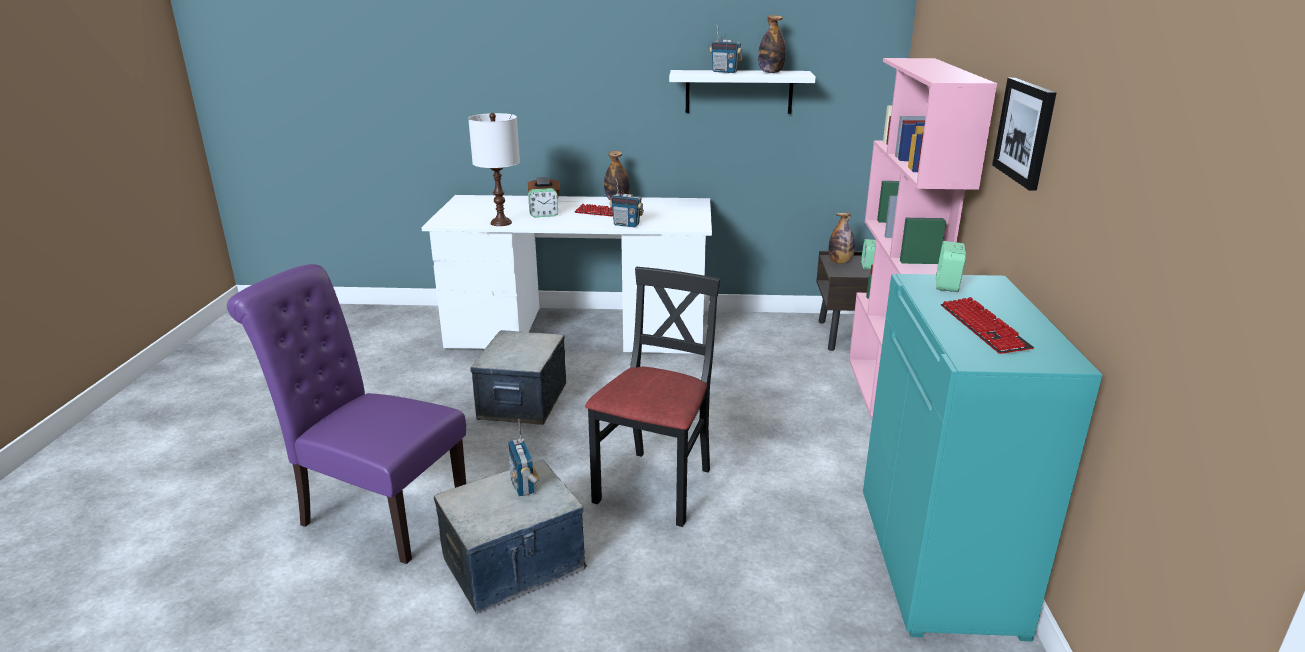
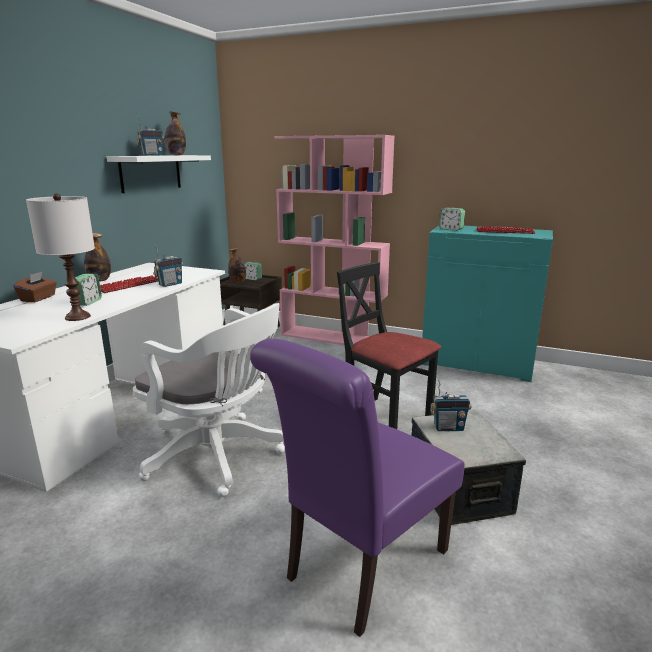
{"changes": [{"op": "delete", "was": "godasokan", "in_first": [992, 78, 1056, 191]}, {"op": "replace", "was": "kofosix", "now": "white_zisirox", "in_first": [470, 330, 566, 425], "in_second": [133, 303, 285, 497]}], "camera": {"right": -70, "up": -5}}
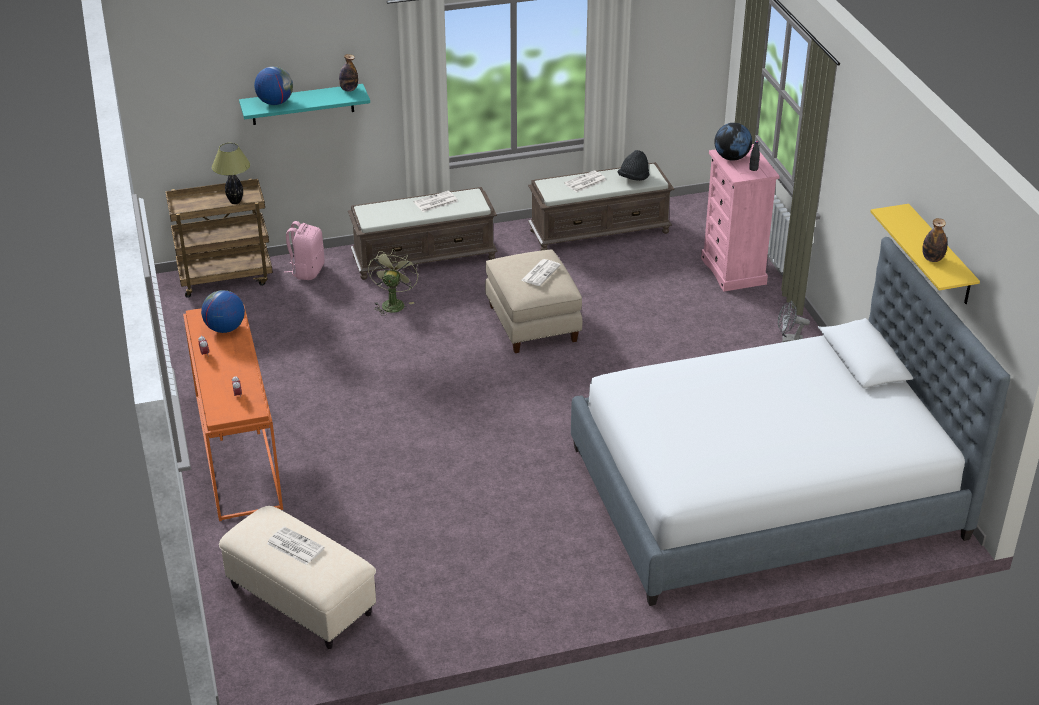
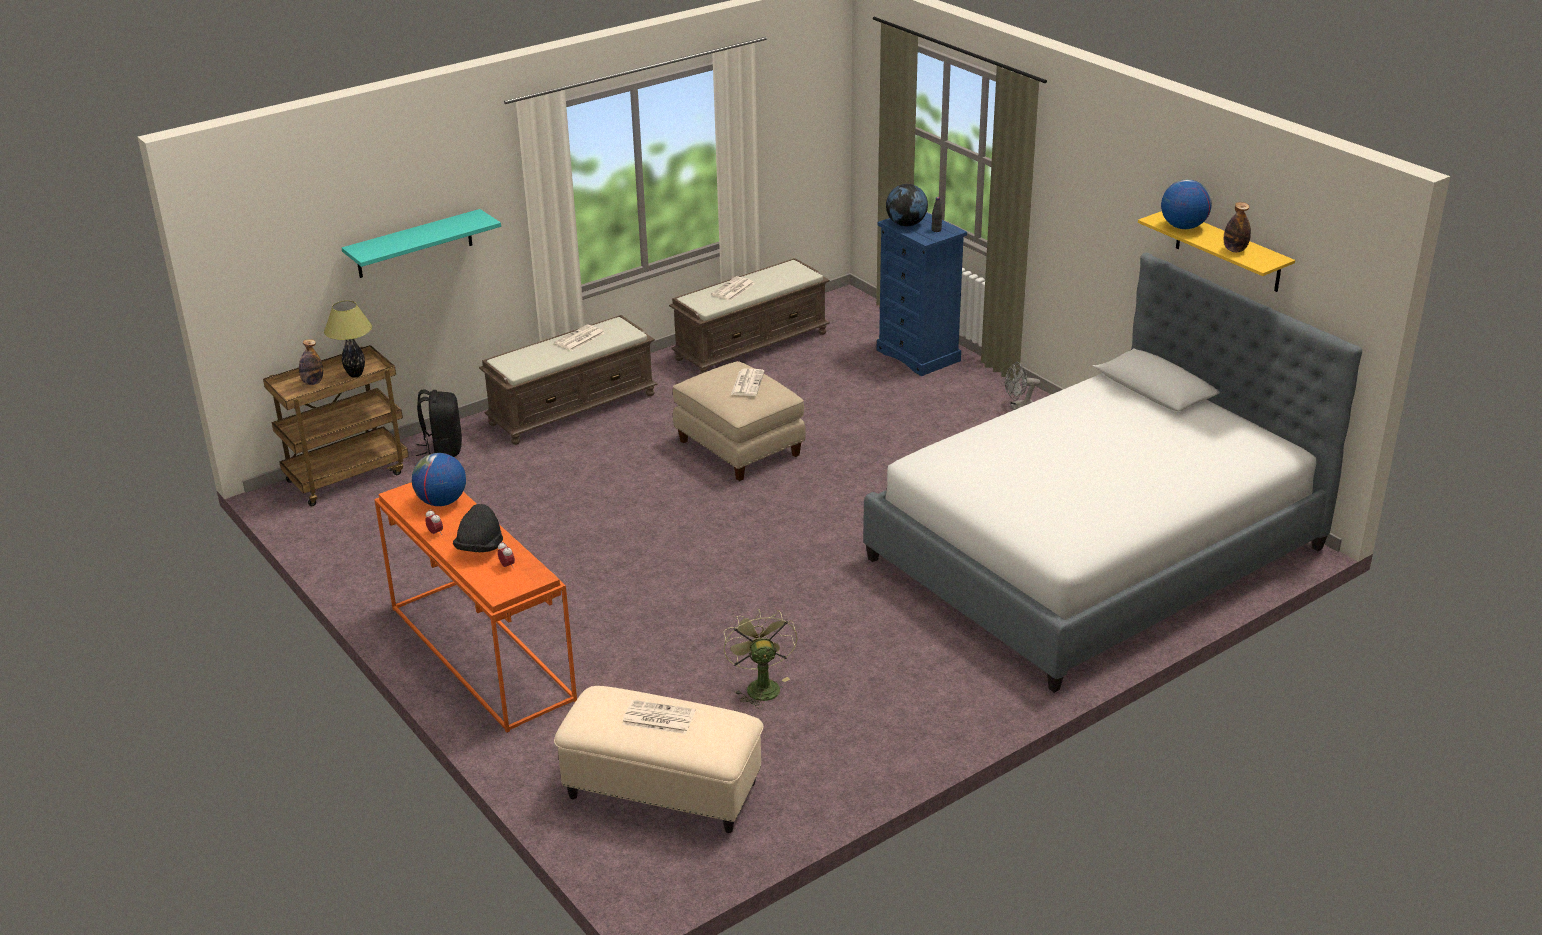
{"changes": [{"op": "move", "was": "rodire", "in_first": [339, 54, 358, 92], "in_second": [299, 339, 323, 385]}, {"op": "move", "was": "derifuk", "in_first": [254, 66, 293, 105], "in_second": [1161, 179, 1212, 229]}, {"op": "recolor", "was": "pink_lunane", "now": "blue_lunane", "in_first": [701, 144, 780, 291], "in_second": [877, 213, 967, 376]}, {"op": "move", "was": "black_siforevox", "in_first": [618, 150, 649, 181], "in_second": [453, 504, 503, 552]}, {"op": "recolor", "was": "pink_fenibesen", "now": "black_fenibesen", "in_first": [284, 221, 325, 280], "in_second": [416, 389, 462, 457]}, {"op": "move", "was": "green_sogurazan", "in_first": [368, 250, 419, 316], "in_second": [723, 609, 798, 708]}], "camera": {"right": -20, "up": -5}}
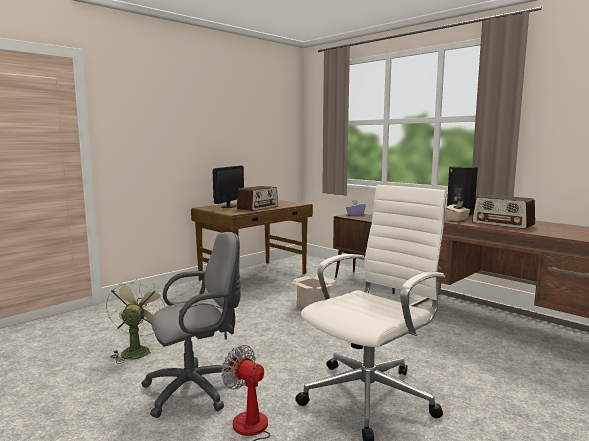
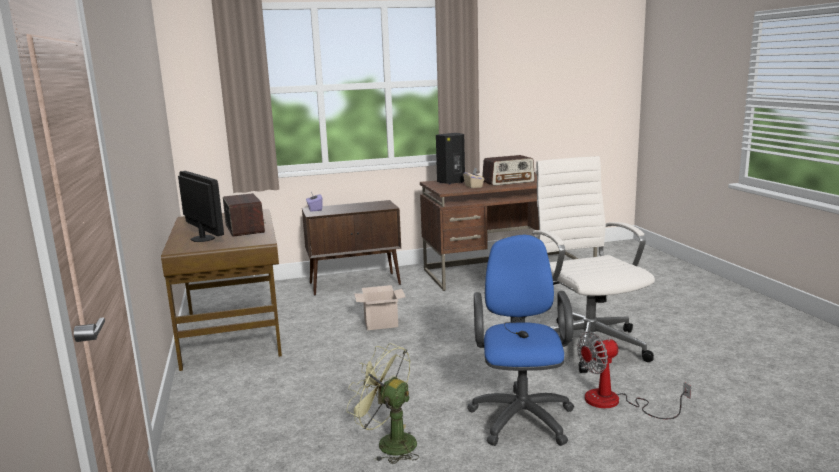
{"changes": [{"op": "recolor", "was": "grey_zisirox", "now": "blue_zisirox", "in_first": [141, 232, 241, 418], "in_second": [467, 235, 574, 446]}], "camera": {"right": -60, "up": 5}}
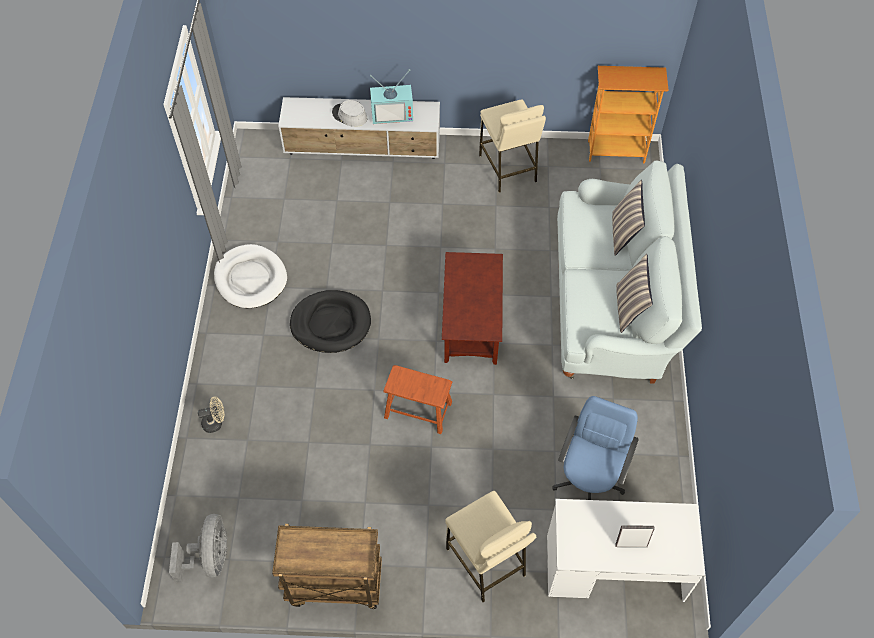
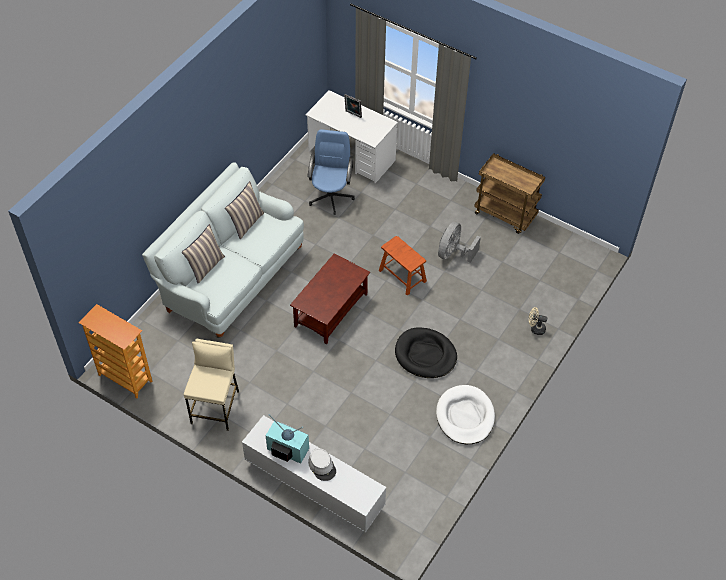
{"changes": [{"op": "rotate", "was": "blue_zisirox", "in_first": [552, 396, 639, 500], "in_second": [307, 129, 355, 215], "clockwise": 135}, {"op": "delete", "was": "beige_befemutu", "in_first": [445, 491, 536, 602]}, {"op": "move", "was": "grey_sogurazan", "in_first": [169, 514, 227, 583], "in_second": [438, 222, 481, 263]}], "camera": {"right": -150, "up": -5}}
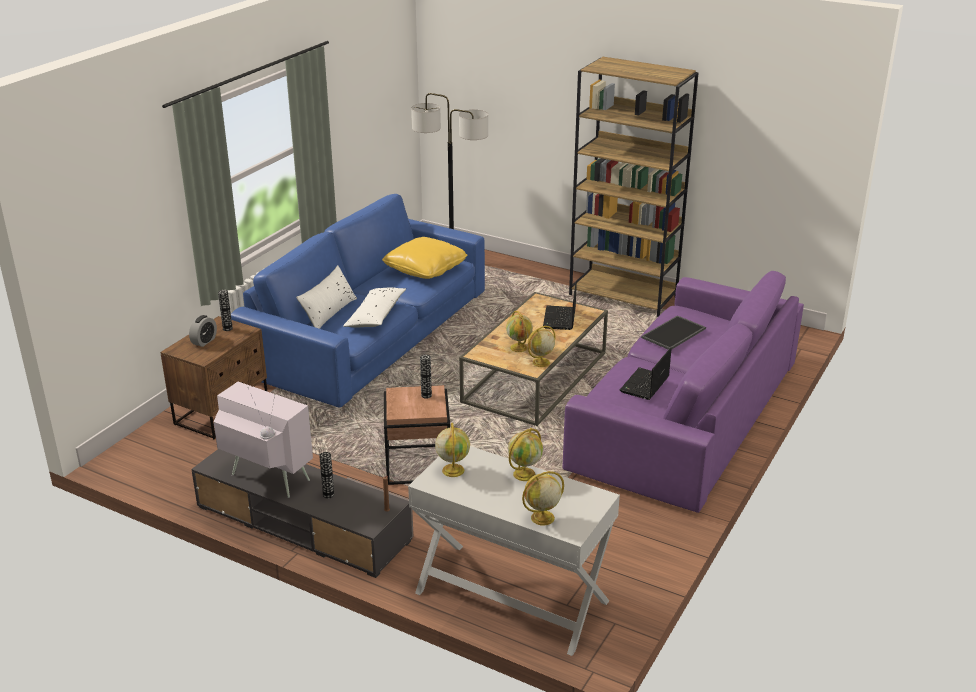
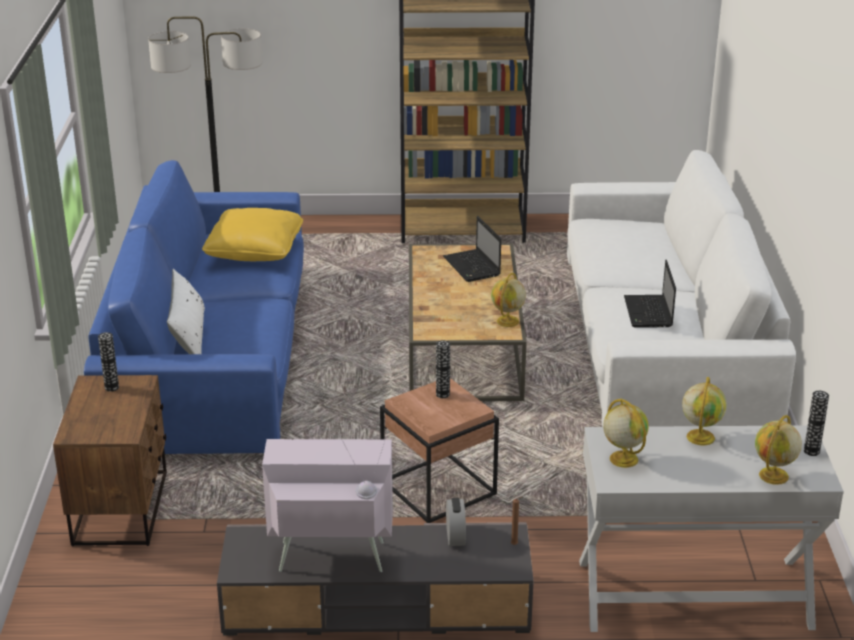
{"changes": [{"op": "recolor", "was": "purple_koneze", "now": "white_koneze", "in_first": [562, 271, 804, 513], "in_second": [567, 150, 796, 427]}, {"op": "delete", "was": "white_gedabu", "in_first": [343, 287, 406, 328]}, {"op": "delete", "was": "derifuk", "in_first": [506, 311, 533, 352]}, {"op": "move", "was": "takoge", "in_first": [189, 315, 217, 347], "in_second": [446, 498, 466, 546]}, {"op": "delete", "was": "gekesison", "in_first": [641, 315, 706, 350]}, {"op": "move", "was": "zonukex", "in_first": [319, 452, 334, 499], "in_second": [804, 391, 829, 456]}], "camera": {"right": -30, "up": 0}}
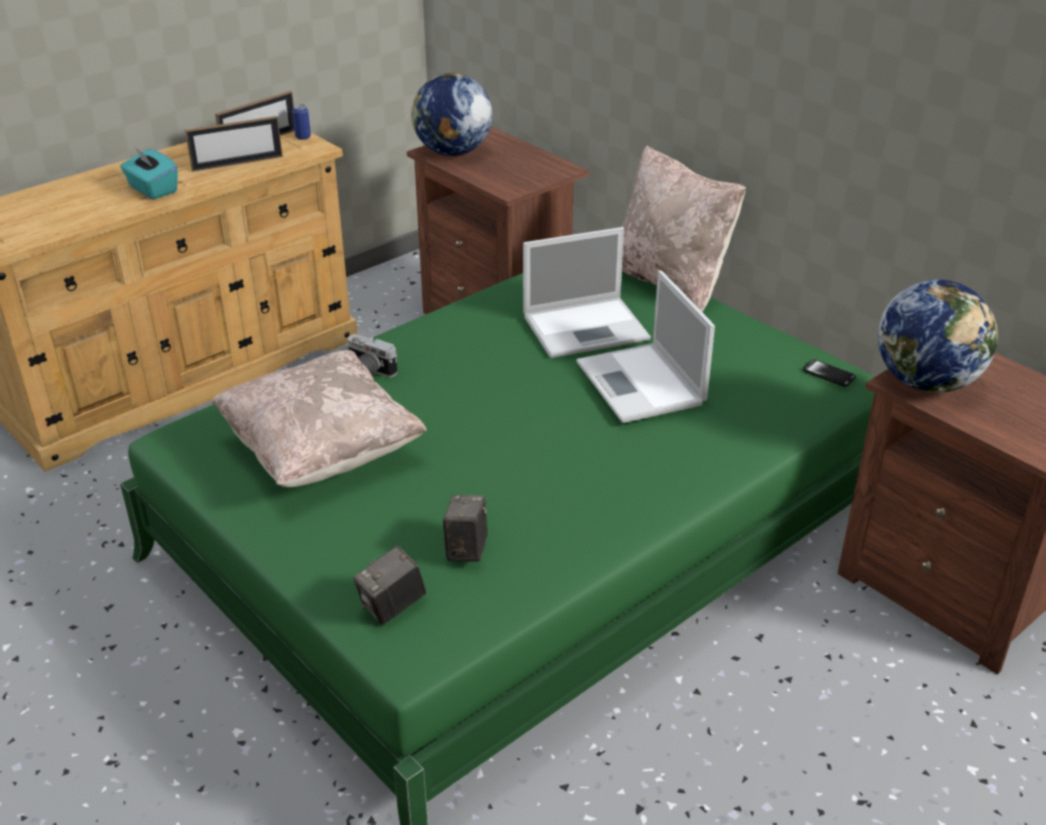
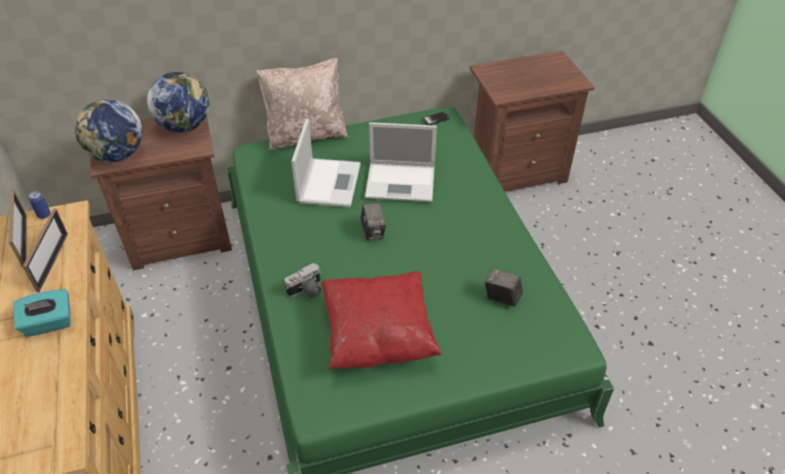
{"changes": [{"op": "move", "was": "derifuk", "in_first": [878, 280, 998, 393], "in_second": [147, 72, 210, 132]}, {"op": "recolor", "was": "beige_gedabu", "now": "red_gedabu", "in_first": [211, 350, 426, 487], "in_second": [321, 271, 442, 370]}, {"op": "move", "was": "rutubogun", "in_first": [353, 545, 426, 625], "in_second": [360, 202, 386, 241]}], "camera": {"right": -65, "up": 10}}
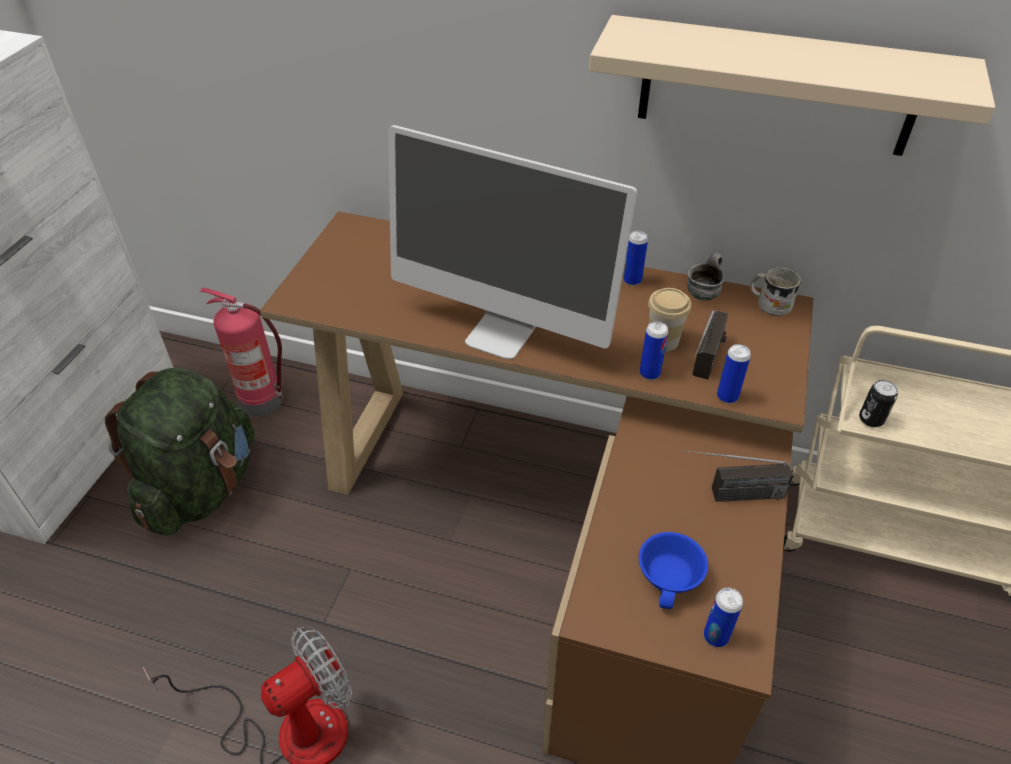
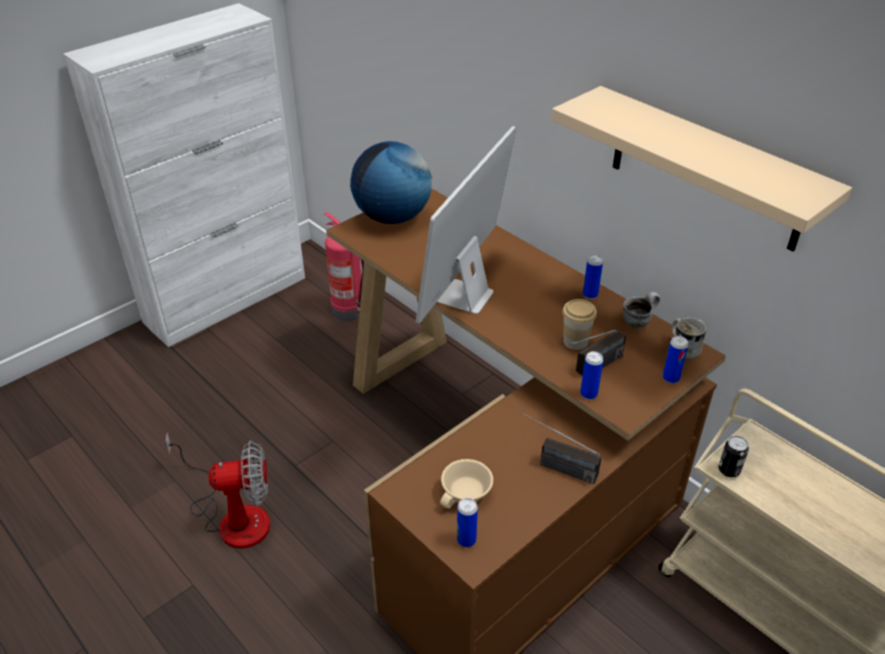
{"changes": [{"op": "rotate", "was": "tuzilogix", "in_first": [388, 125, 637, 359], "in_second": [415, 126, 516, 324], "clockwise": 60}, {"op": "move", "was": "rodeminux", "in_first": [640, 322, 668, 380], "in_second": [663, 336, 688, 383]}, {"op": "delete", "was": "green_fenibesen", "in_first": [105, 368, 255, 536]}, {"op": "recolor", "was": "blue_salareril", "now": "beige_salareril", "in_first": [639, 532, 708, 609], "in_second": [440, 459, 493, 509]}, {"op": "insert", "now": "derifuk", "in_second": [350, 141, 432, 224]}], "camera": {"right": 30, "up": -5}}
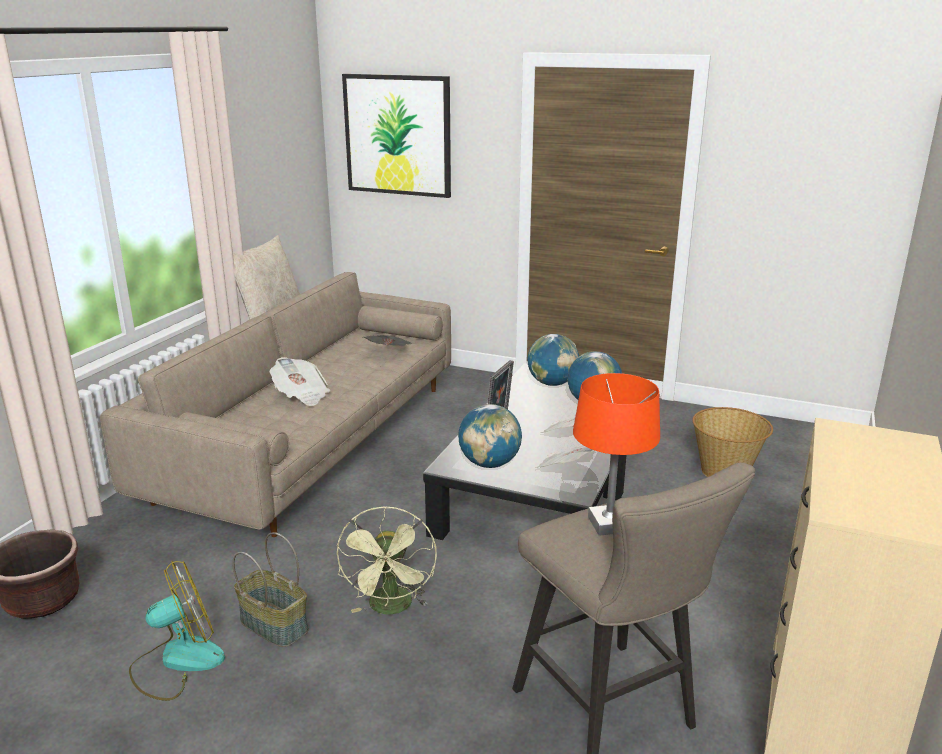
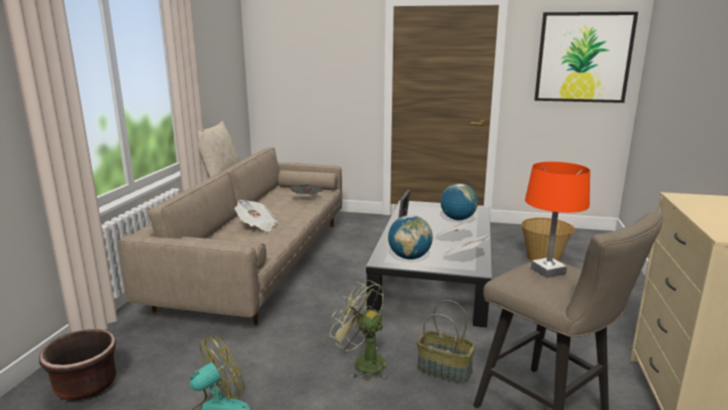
{"changes": [{"op": "move", "was": "godasokan", "in_first": [342, 74, 451, 198], "in_second": [534, 12, 638, 103]}, {"op": "delete", "was": "derifuk", "in_first": [527, 334, 579, 386]}, {"op": "rotate", "was": "green_sogurazan", "in_first": [337, 506, 437, 615], "in_second": [330, 280, 388, 381], "clockwise": 135}, {"op": "move", "was": "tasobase", "in_first": [232, 532, 309, 647], "in_second": [417, 300, 475, 384]}], "camera": {"right": -10, "up": -5}}
